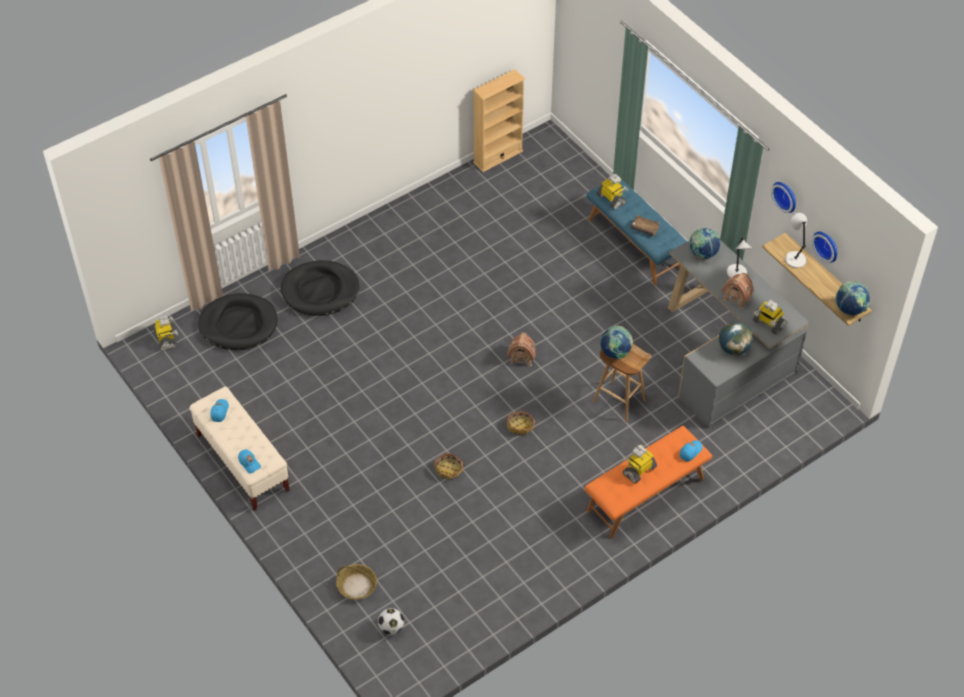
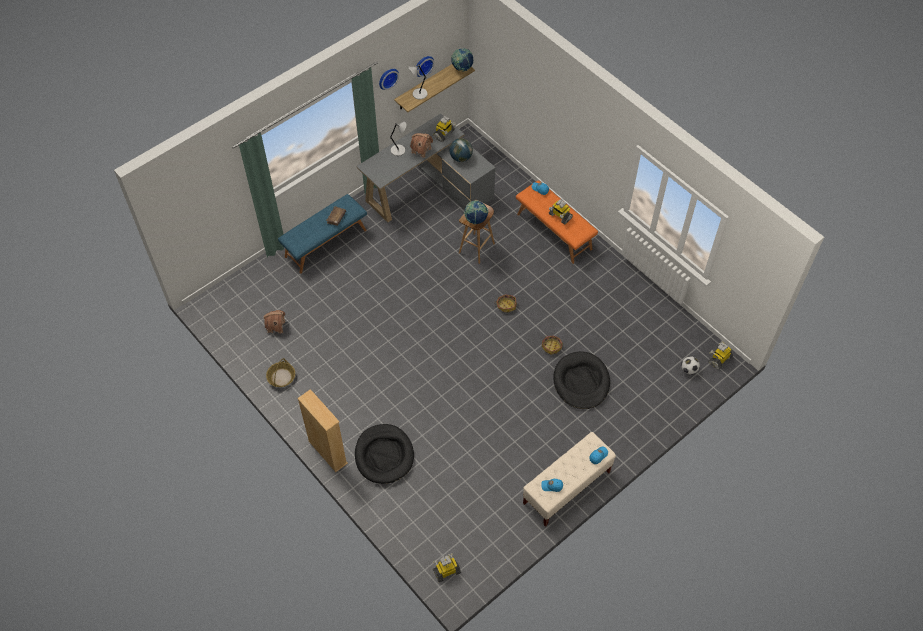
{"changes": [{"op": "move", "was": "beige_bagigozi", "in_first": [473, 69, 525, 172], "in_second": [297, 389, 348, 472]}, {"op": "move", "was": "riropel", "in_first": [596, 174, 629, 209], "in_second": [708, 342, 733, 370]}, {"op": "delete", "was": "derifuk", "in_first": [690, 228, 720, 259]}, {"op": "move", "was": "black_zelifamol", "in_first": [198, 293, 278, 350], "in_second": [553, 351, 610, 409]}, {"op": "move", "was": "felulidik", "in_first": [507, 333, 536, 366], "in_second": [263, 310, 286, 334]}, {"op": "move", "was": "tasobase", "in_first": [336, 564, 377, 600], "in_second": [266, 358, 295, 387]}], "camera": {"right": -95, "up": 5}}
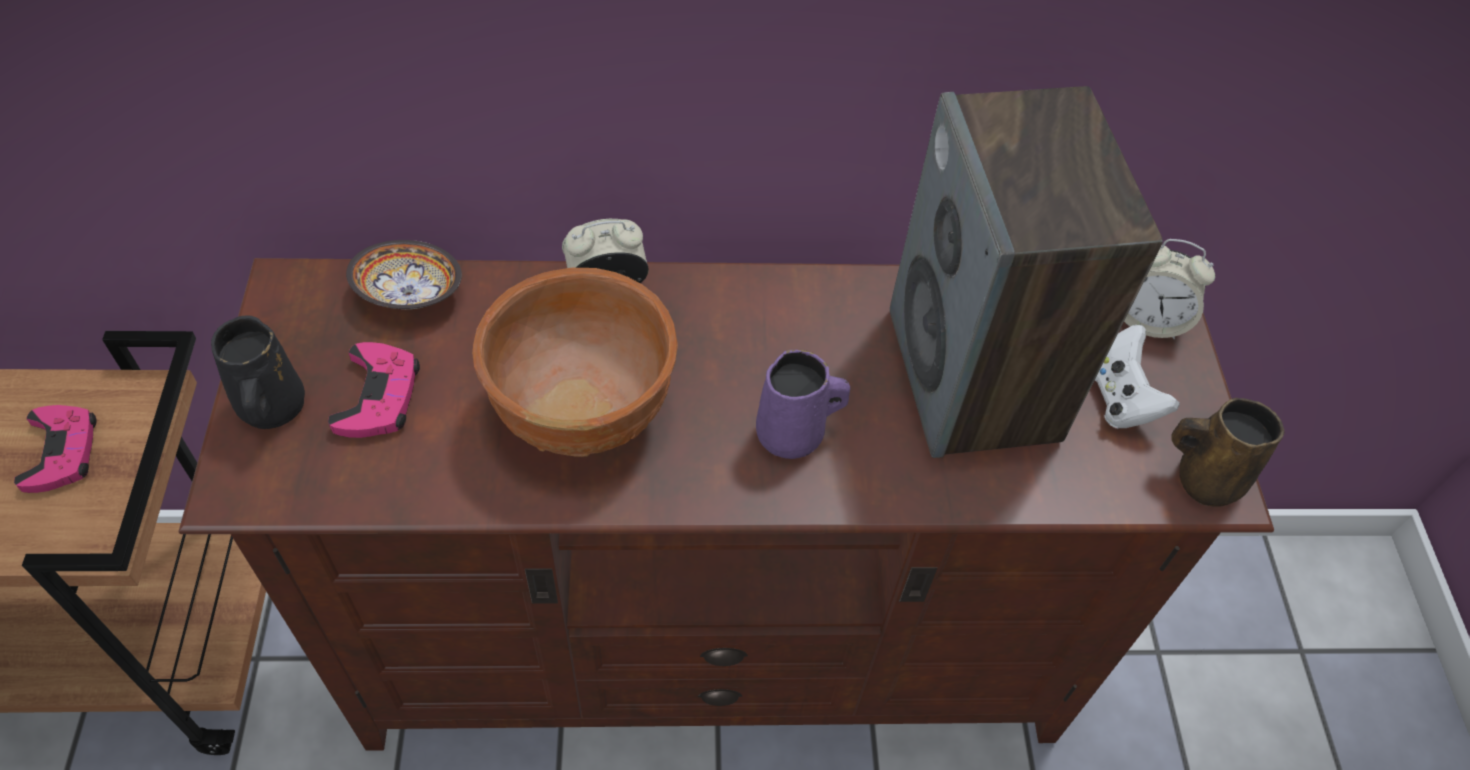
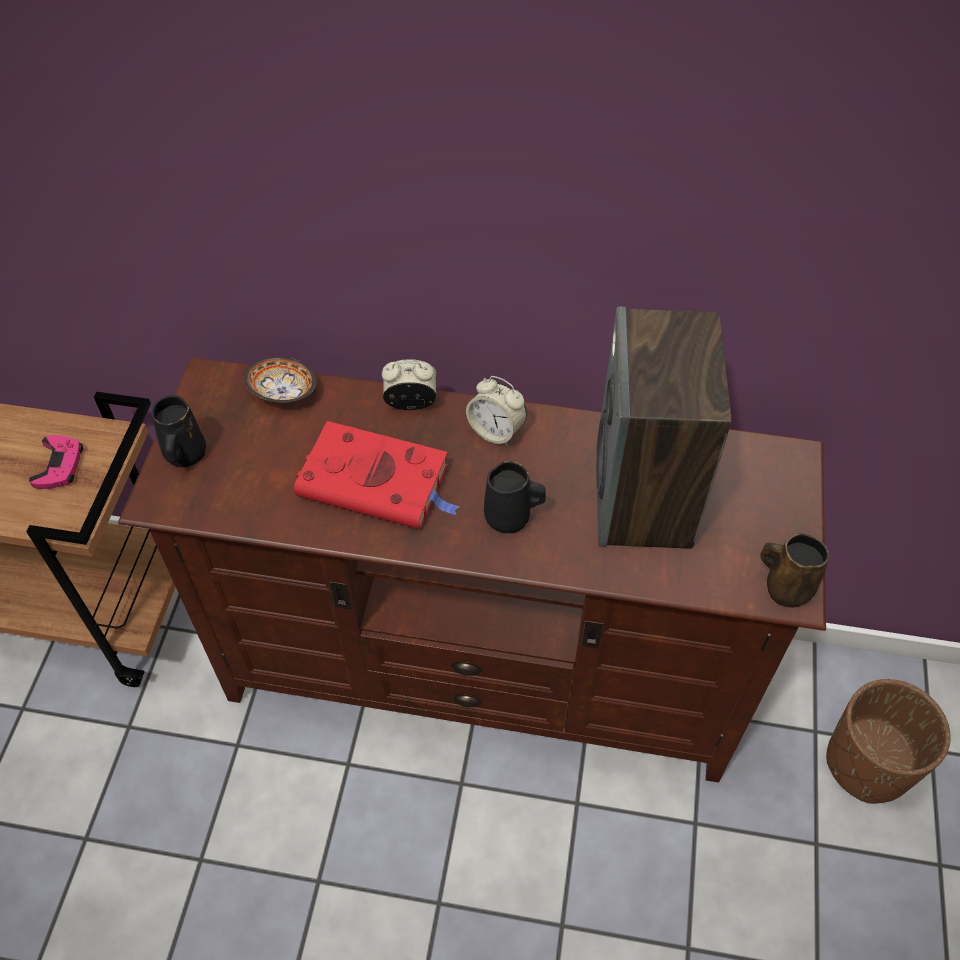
{"changes": [{"op": "move", "was": "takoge", "in_first": [1124, 239, 1215, 339], "in_second": [466, 376, 527, 446]}, {"op": "replace", "was": "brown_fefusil", "now": "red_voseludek", "in_first": [472, 268, 678, 457], "in_second": [294, 421, 460, 529]}, {"op": "delete", "was": "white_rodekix", "in_first": [1095, 325, 1180, 429]}, {"op": "delete", "was": "pink_rodekix", "in_first": [328, 342, 420, 438]}, {"op": "recolor", "was": "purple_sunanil", "now": "black_sunanil", "in_first": [756, 350, 850, 459], "in_second": [484, 461, 546, 533]}, {"op": "insert", "now": "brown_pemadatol", "in_second": [826, 679, 951, 804]}], "camera": {"right": 15, "up": 0}}
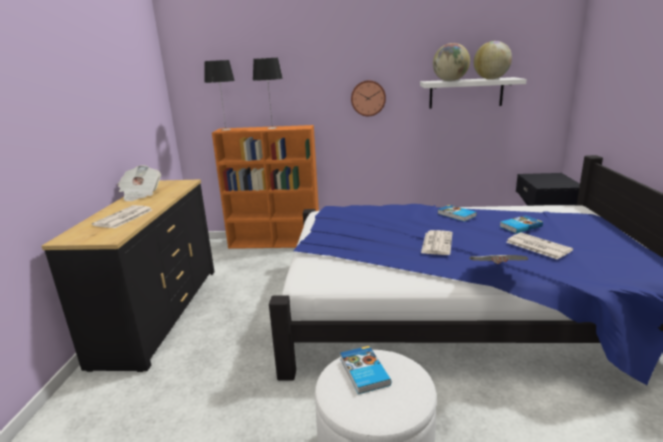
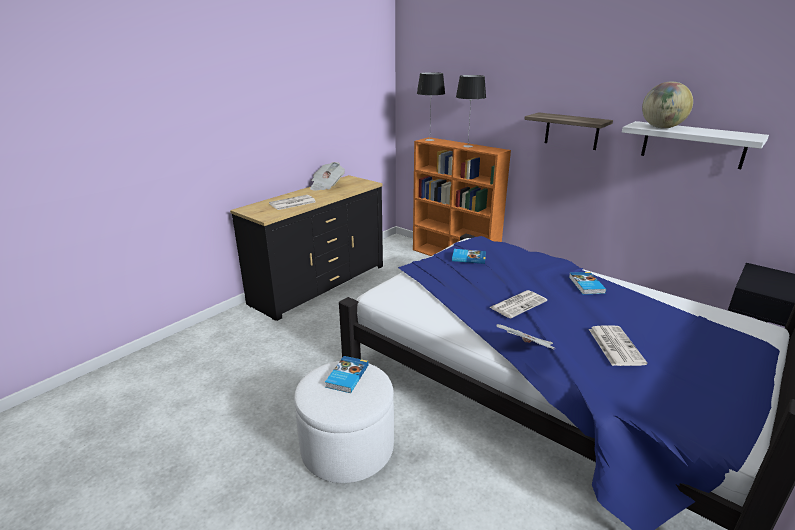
{"changes": [{"op": "delete", "was": "derifuk", "in_first": [474, 41, 512, 79]}, {"op": "replace", "was": "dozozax", "now": "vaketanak", "in_first": [351, 80, 386, 116], "in_second": [524, 112, 613, 150]}, {"op": "move", "was": "voseludek", "in_first": [500, 215, 543, 233], "in_second": [452, 249, 486, 264]}], "camera": {"right": 35, "up": 5}}
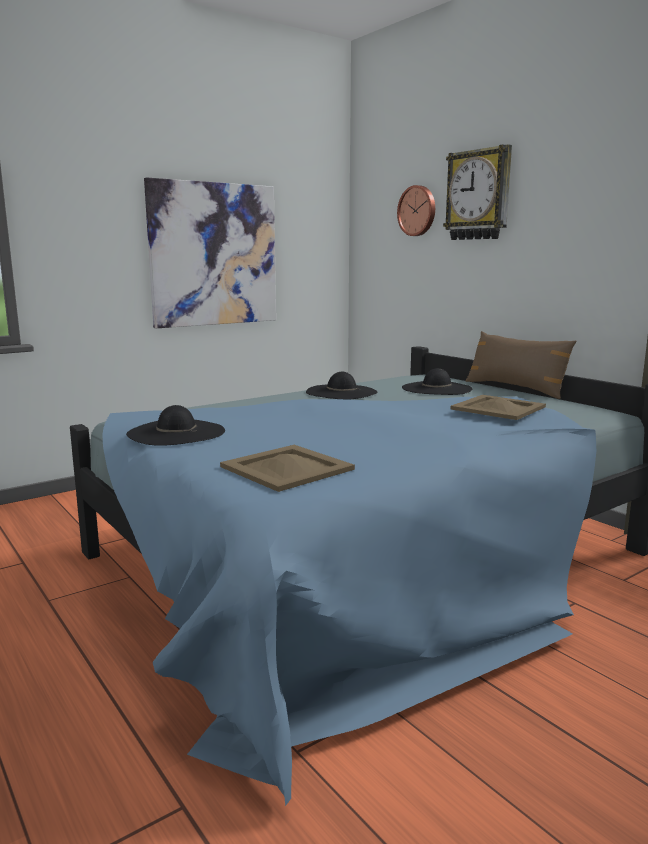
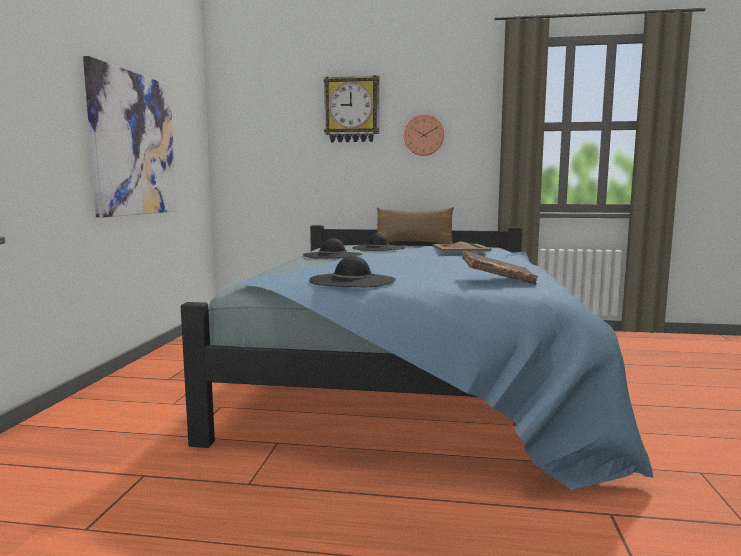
{"changes": [{"op": "move", "was": "dozozax", "in_first": [397, 185, 435, 236], "in_second": [404, 114, 444, 156]}, {"op": "replace", "was": "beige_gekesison", "now": "brown_voseludek", "in_first": [220, 445, 355, 492], "in_second": [462, 250, 538, 285]}], "camera": {"right": -45, "up": -5}}
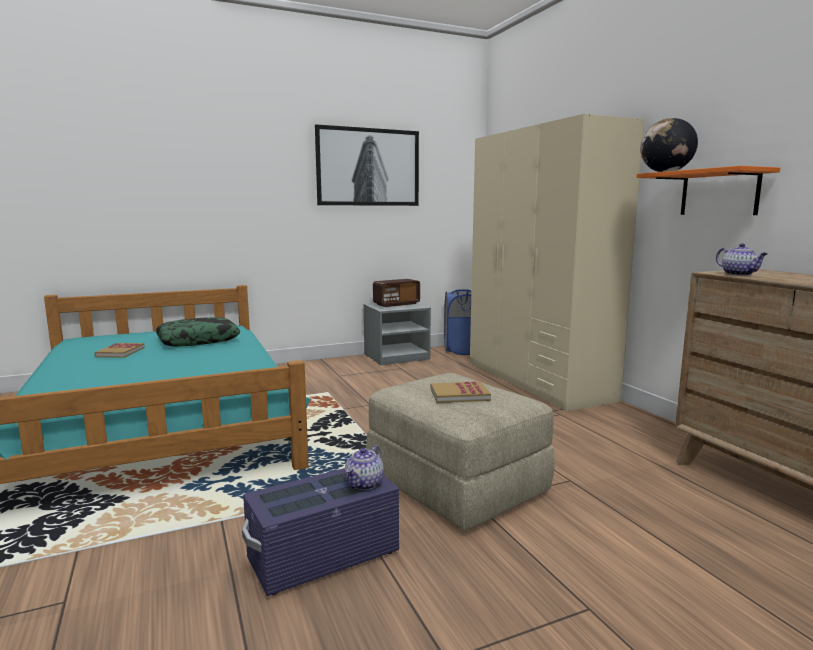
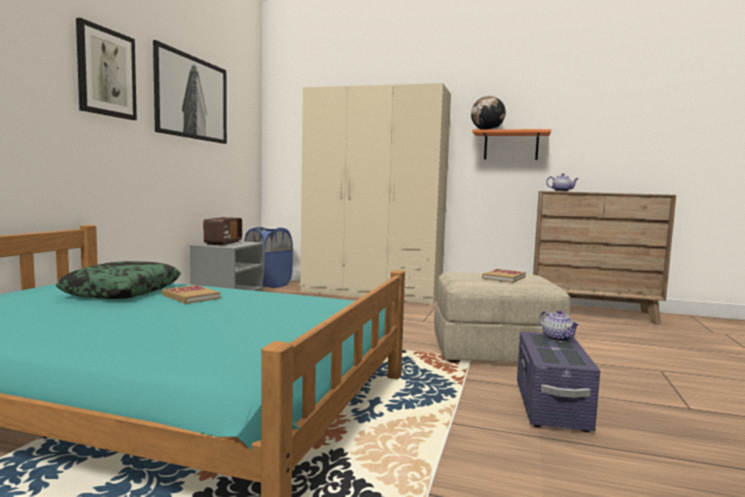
{"changes": [{"op": "move", "was": "voseludek", "in_first": [94, 343, 145, 358], "in_second": [162, 285, 221, 304]}, {"op": "insert", "now": "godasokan", "in_second": [76, 18, 137, 120]}], "camera": {"right": -50, "up": -5}}
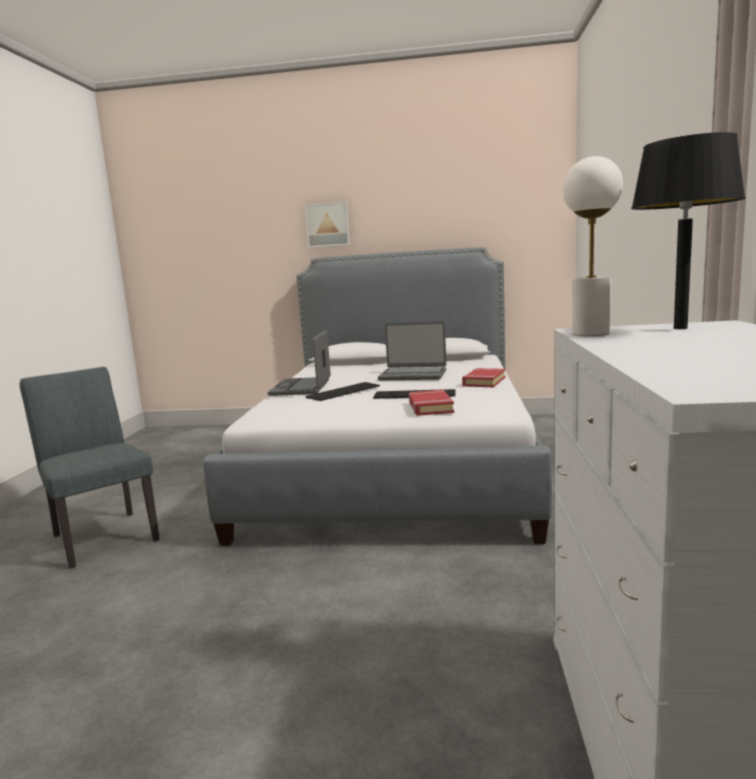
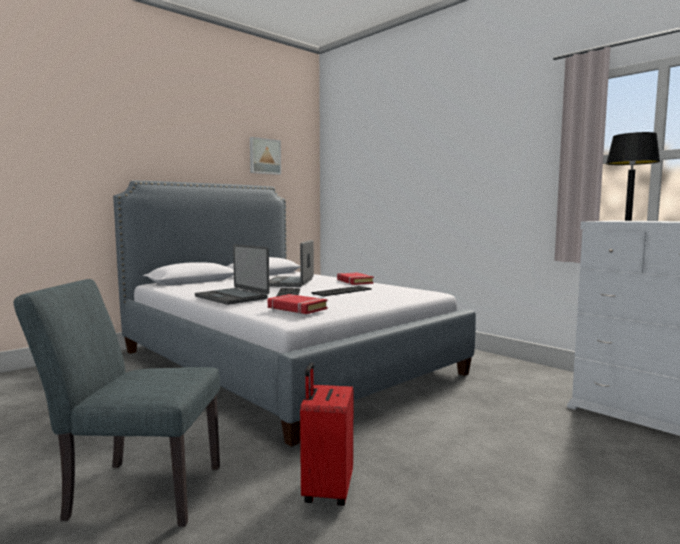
{"changes": [{"op": "delete", "was": "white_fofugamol", "in_first": [563, 156, 623, 336]}, {"op": "move", "was": "godasokan", "in_first": [305, 201, 350, 248], "in_second": [250, 137, 281, 175]}, {"op": "rotate", "was": "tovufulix", "in_first": [378, 321, 446, 380], "in_second": [269, 240, 314, 287], "clockwise": 135}, {"op": "move", "was": "red_voseludek", "in_first": [409, 390, 454, 416], "in_second": [268, 294, 328, 314]}, {"op": "insert", "now": "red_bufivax", "in_second": [300, 363, 353, 506]}], "camera": {"right": -50, "up": -5}}
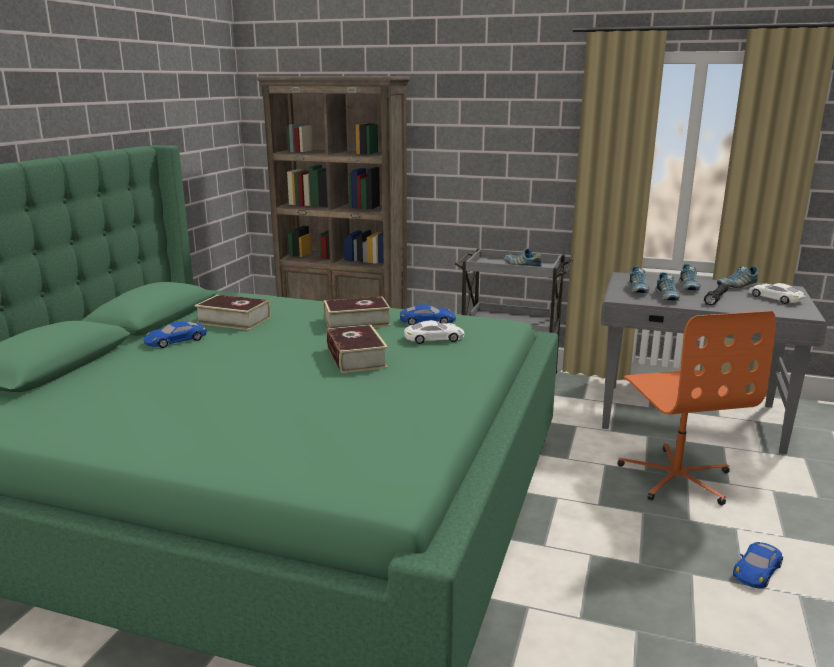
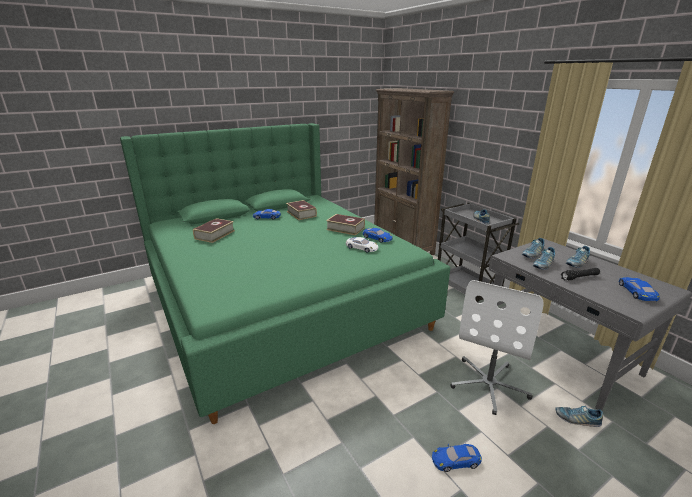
{"changes": [{"op": "move", "was": "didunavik", "in_first": [717, 266, 758, 289], "in_second": [555, 405, 603, 427]}, {"op": "recolor", "was": "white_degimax", "now": "blue_degimax", "in_first": [749, 283, 806, 304], "in_second": [619, 277, 660, 301]}, {"op": "recolor", "was": "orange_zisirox", "now": "white_zisirox", "in_first": [617, 311, 776, 505], "in_second": [450, 280, 543, 415]}, {"op": "move", "was": "voseludek", "in_first": [327, 324, 388, 373], "in_second": [193, 218, 235, 243]}], "camera": {"right": 40, "up": 5}}
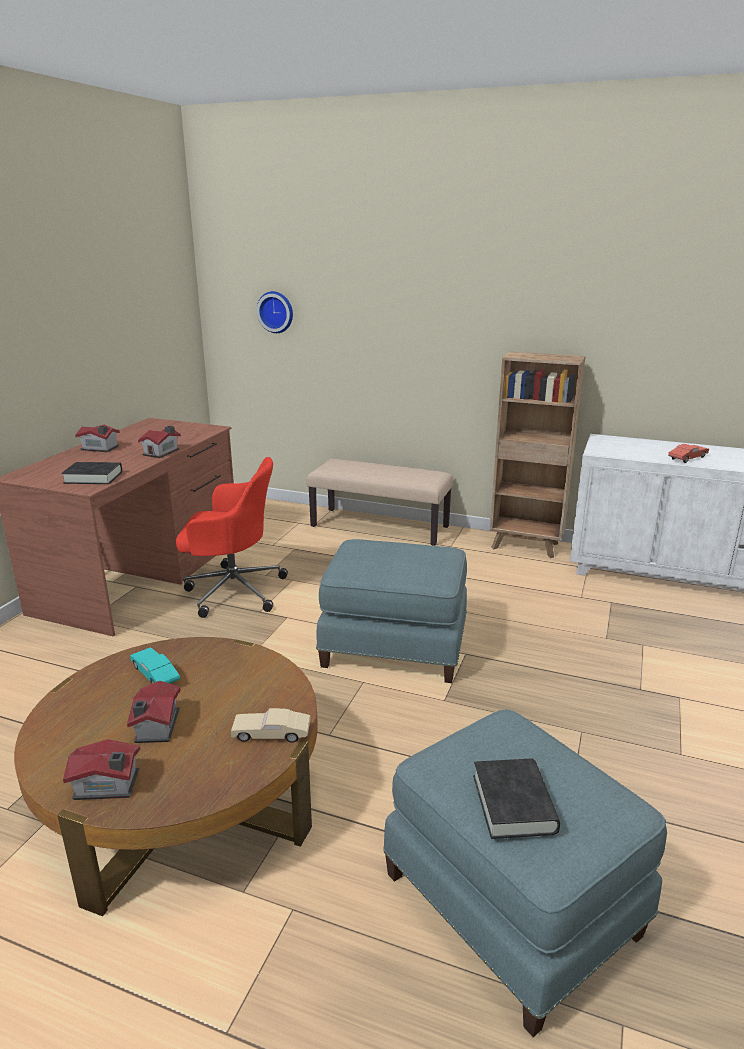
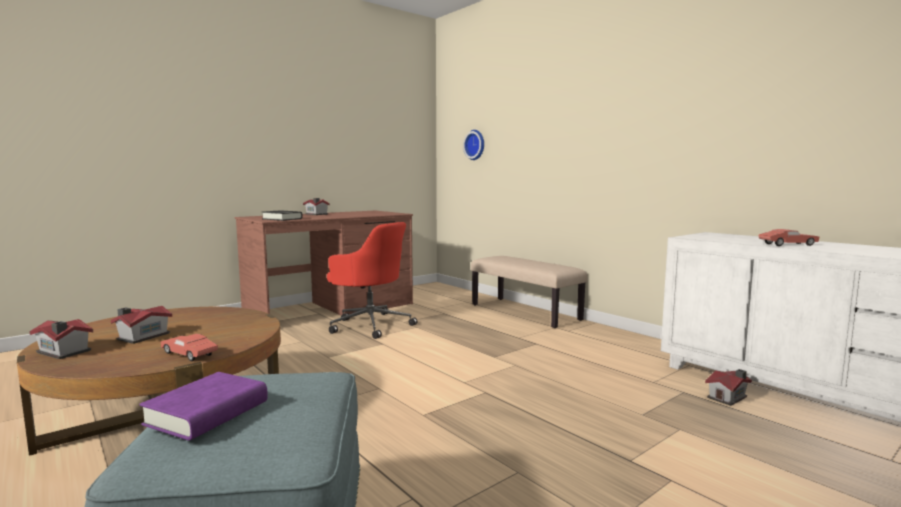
{"changes": [{"op": "delete", "was": "brown_bagigozi", "in_first": [490, 351, 585, 558]}, {"op": "move", "was": "felulidik", "in_first": [138, 426, 181, 458], "in_second": [705, 369, 752, 406]}, {"op": "delete", "was": "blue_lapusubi", "in_first": [316, 539, 467, 683]}, {"op": "delete", "was": "turquoise_degimax", "in_first": [130, 647, 180, 684]}, {"op": "recolor", "was": "beige_degimax", "now": "red_degimax", "in_first": [231, 708, 311, 743], "in_second": [161, 334, 218, 361]}, {"op": "recolor", "was": "black_voseludek", "now": "purple_voseludek", "in_first": [473, 759, 560, 839], "in_second": [139, 372, 268, 440]}], "camera": {"right": 30, "up": -15}}
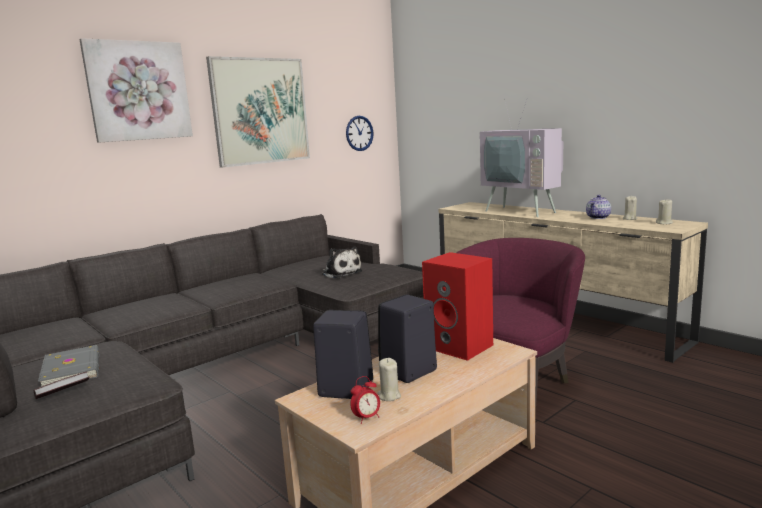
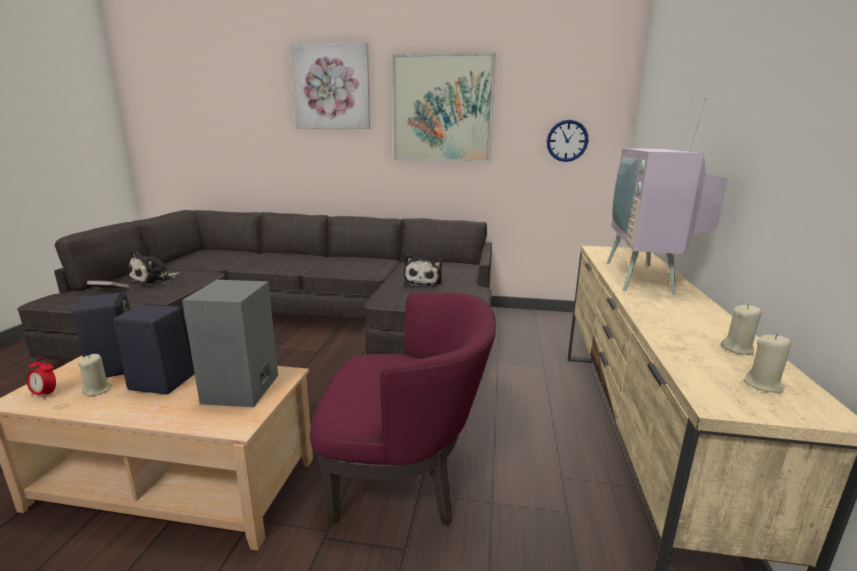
{"changes": [{"op": "delete", "was": "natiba", "in_first": [586, 195, 611, 219]}, {"op": "recolor", "was": "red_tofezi", "now": "grey_tofezi", "in_first": [422, 252, 493, 361], "in_second": [182, 280, 278, 407]}, {"op": "replace", "was": "grey_voseludek", "now": "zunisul", "in_first": [38, 345, 99, 387], "in_second": [128, 250, 180, 285]}], "camera": {"right": 50, "up": 5}}
